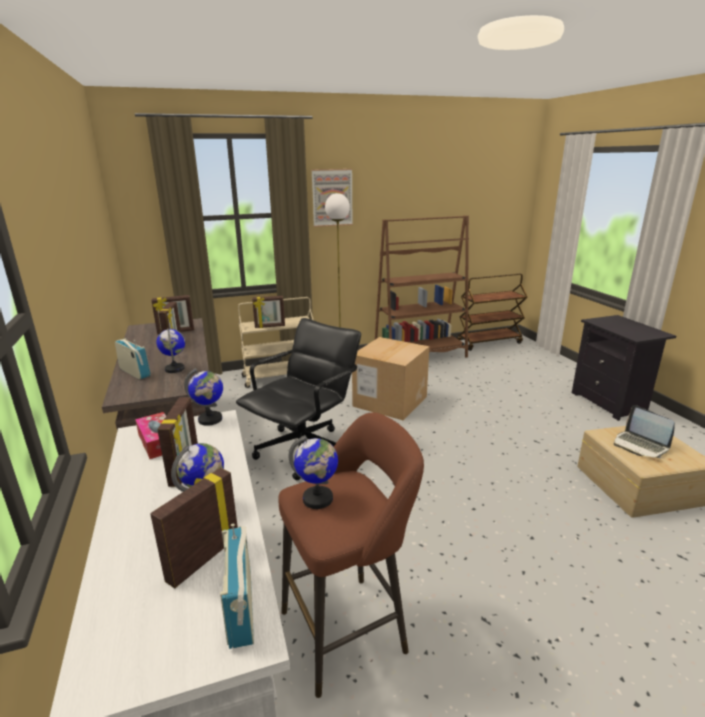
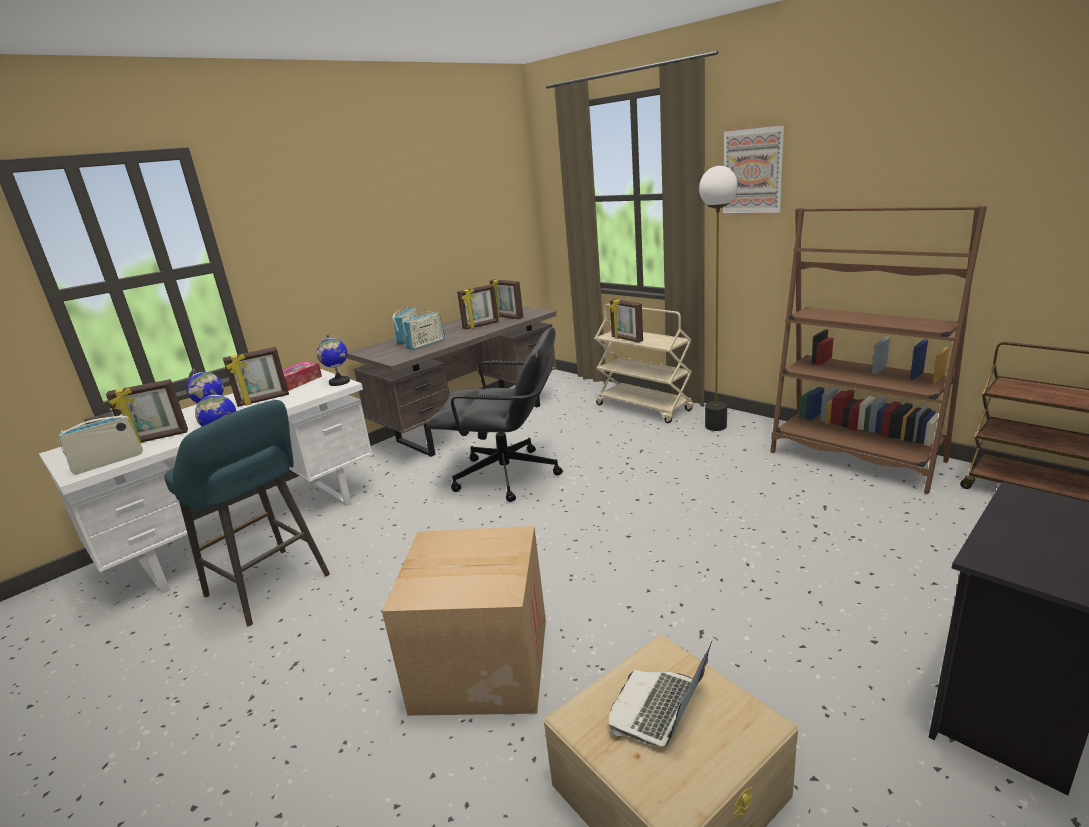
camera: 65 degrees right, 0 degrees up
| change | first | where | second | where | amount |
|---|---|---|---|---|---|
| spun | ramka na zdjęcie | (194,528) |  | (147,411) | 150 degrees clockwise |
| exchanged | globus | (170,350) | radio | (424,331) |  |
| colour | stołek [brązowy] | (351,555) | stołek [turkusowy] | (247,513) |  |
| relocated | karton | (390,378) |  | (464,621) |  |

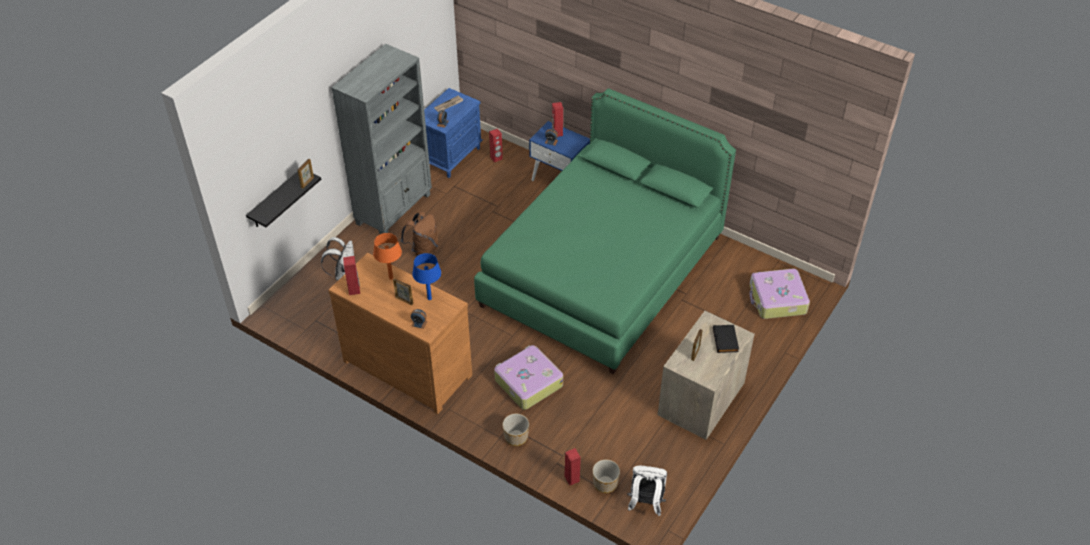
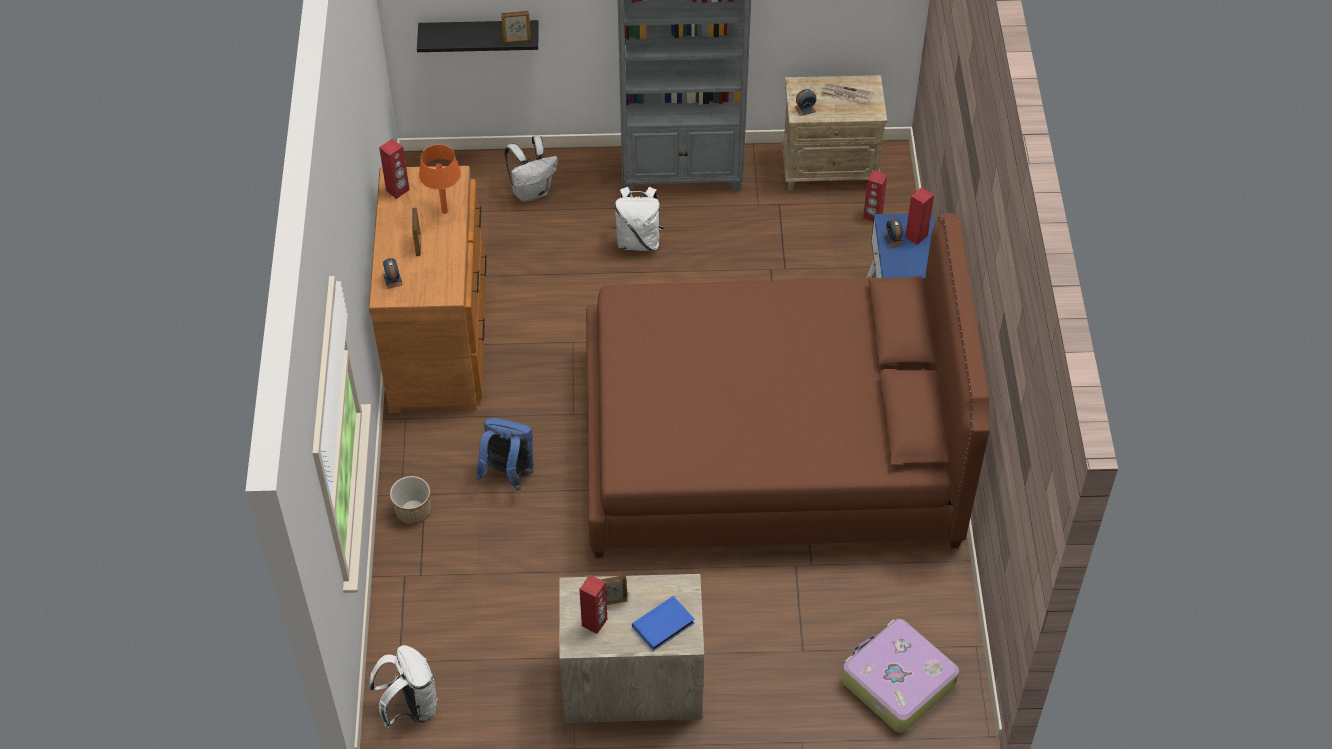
camera: 55 degrees right, 5 degrees up
| change | first | where | second | where | amount |
|---|---|---|---|---|---|
| colour | plecak [brązowy] | (420,234) | plecak [biały] | (638,219) |  |
| missing | lampa stołowa [niebieski] | (426,276) |  |  |  |
| colour | szafka nocna [niebieski] | (453,133) | szafka nocna [beżowy] | (834,133) |  |
| colour | łóżko [zielony] | (605,231) | łóżko [brązowy] | (788,385) |  |
| exchanged | walizka | (528,377) | plecak [niebieski] | (505,454) |  |
| relocated | głośnik [czerwony] | (573,466) |  | (593,604) |  |
| missing | donica | (606,476) |  |  |  |
| colour | książka [czarny] | (726,339) | książka [niebieski] | (663,623) |  |

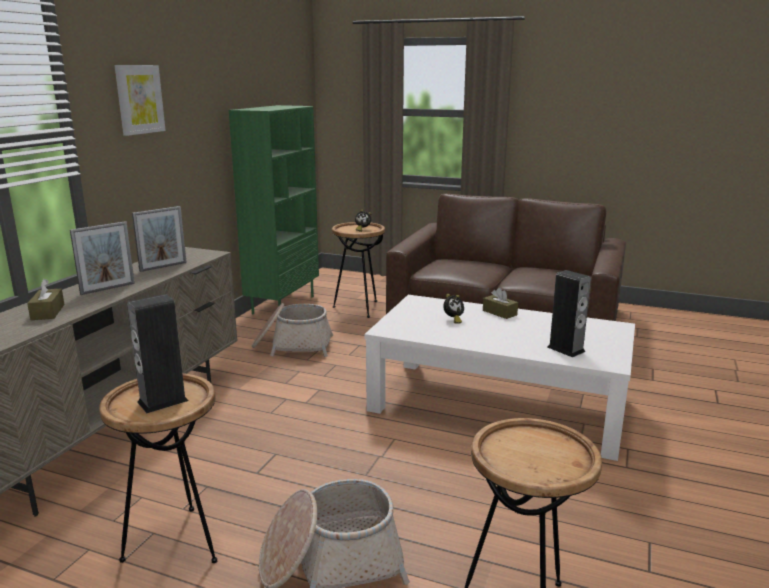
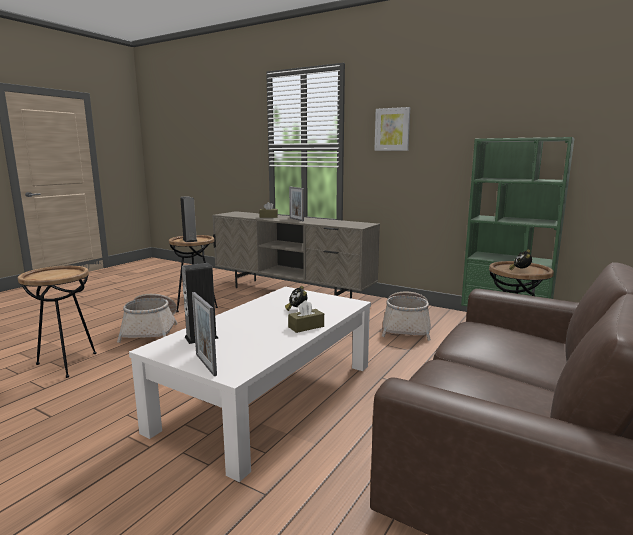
camera: 100 degrees right, 5 degrees down
| change | first | where | second | where | amount |
|---|---|---|---|---|---|
| relocated | ramka na zdjęcie | (159,239) |  | (204,334) |  |

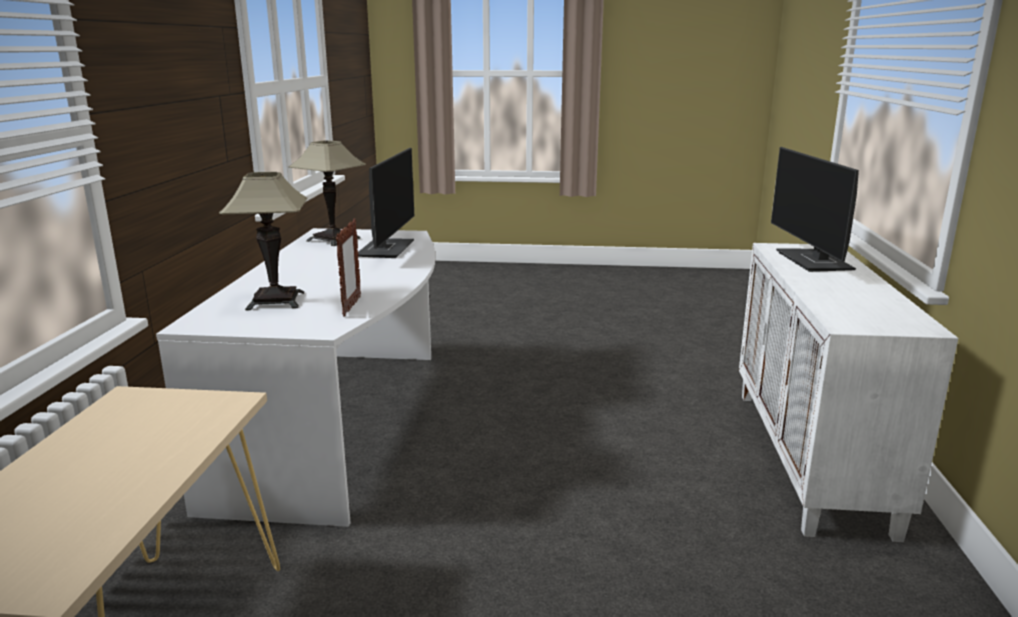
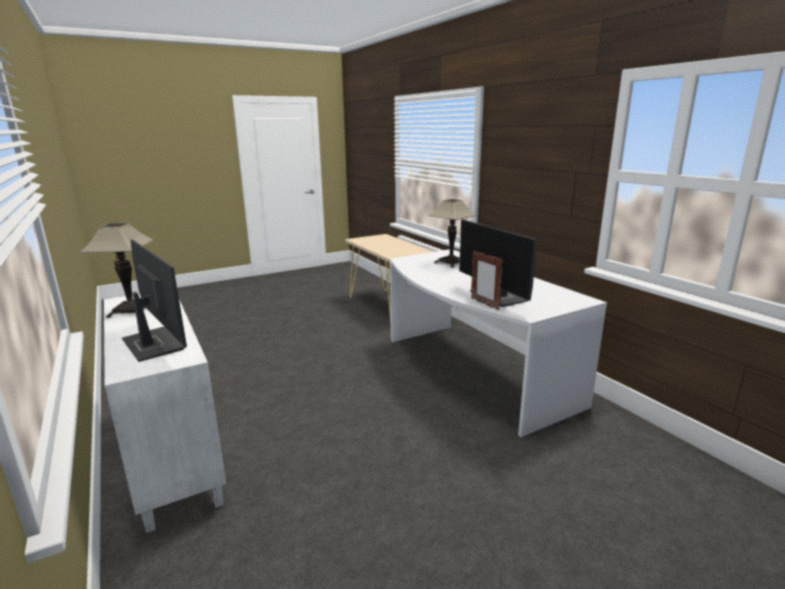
camera: 145 degrees right, 0 degrees up
| change | first | where | second | where | amount |
|---|---|---|---|---|---|
| relocated | lampa stołowa | (327,193) |  | (117,270) |  |
| relocated | ramka na zdjęcie | (348,268) |  | (487,280) |  |

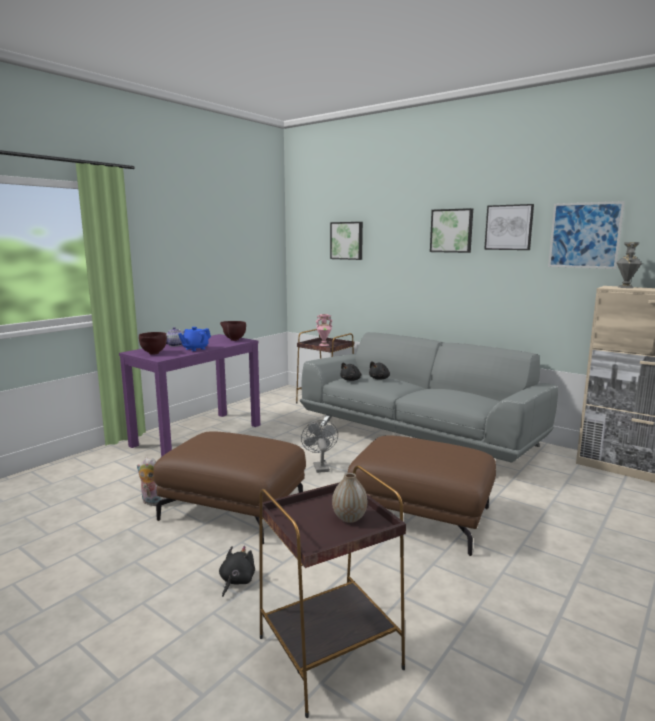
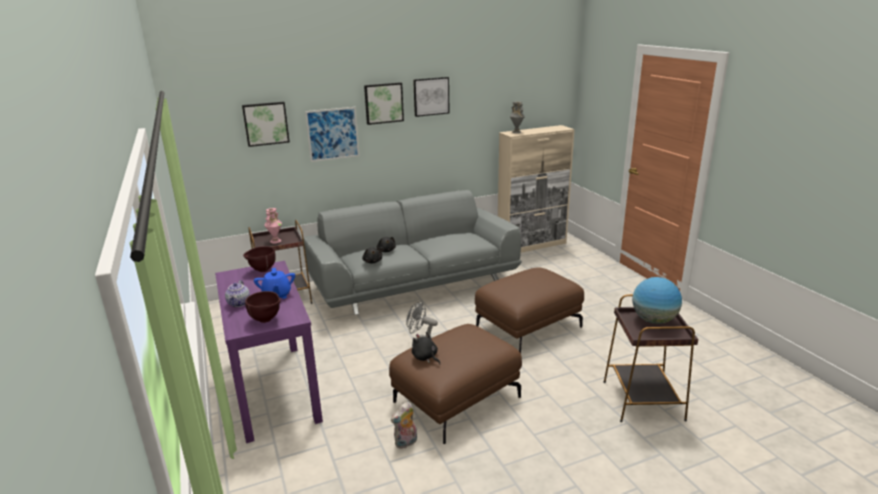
camera: 60 degrees left, 10 degrees up
| change | first | where | second | where | amount |
|---|---|---|---|---|---|
| relocated | pluszak [czarny] | (237,571) |  | (426,348) |  |
| exchanged | wazon | (349,498) | globus | (657,300) |  |
| relocated | obraz | (586,235) |  | (332,134) |  |

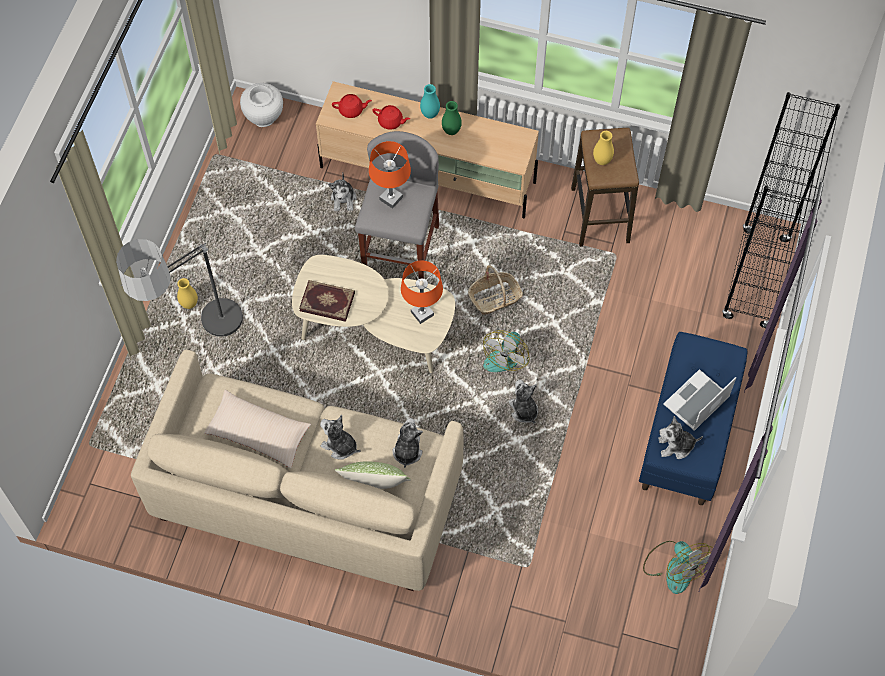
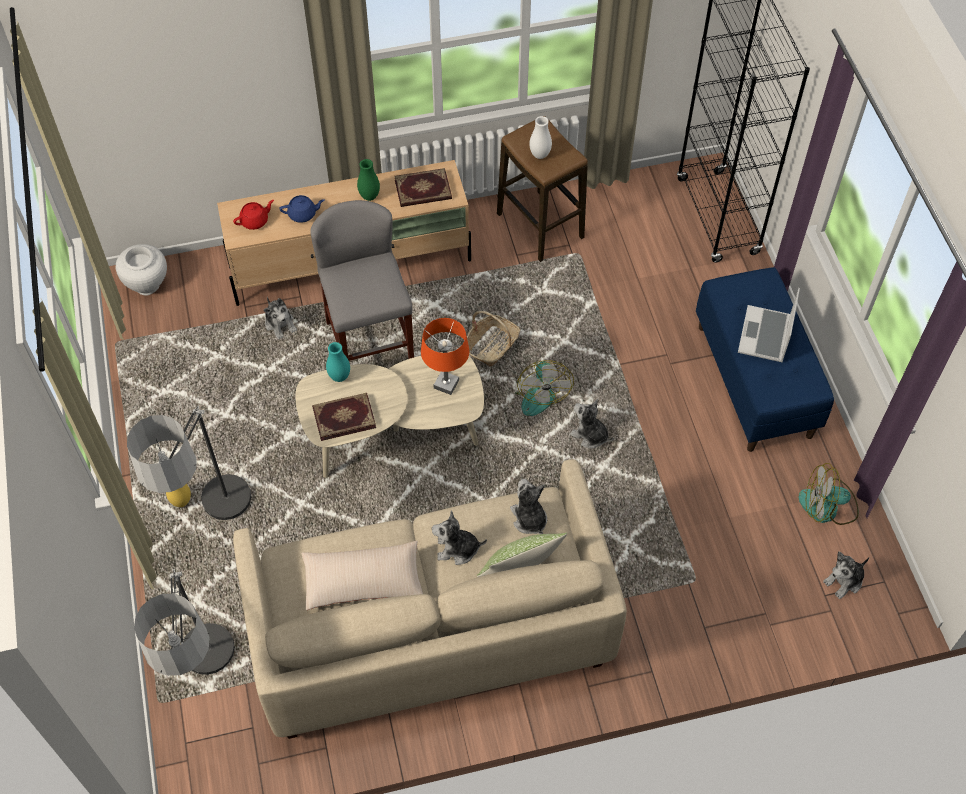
camera: 30 degrees left, 5 degrees down
| change | first | where | second | where | amount |
|---|---|---|---|---|---|
| missing | lampa stołowa [pomarańczowy] | (390,175) |  |  |  |
| colour | imbryk [czerwony] | (391,117) | imbryk [niebieski] | (302,209) |  |
| relocated | wazon [turkusowy] | (430,101) |  | (338,362) |  |
| colour | wazon [żółty] | (603,148) | wazon [biały] | (540,137) |  |
| spun | wentylator | (678,567) |  | (829,494) | 150 degrees clockwise |
| relocated | pluszak | (680,437) |  | (846,575) |  |
| appeared |  |  | lampa stojąca | (184,622) |  |
| appeared |  |  | książka | (423,187) |  |

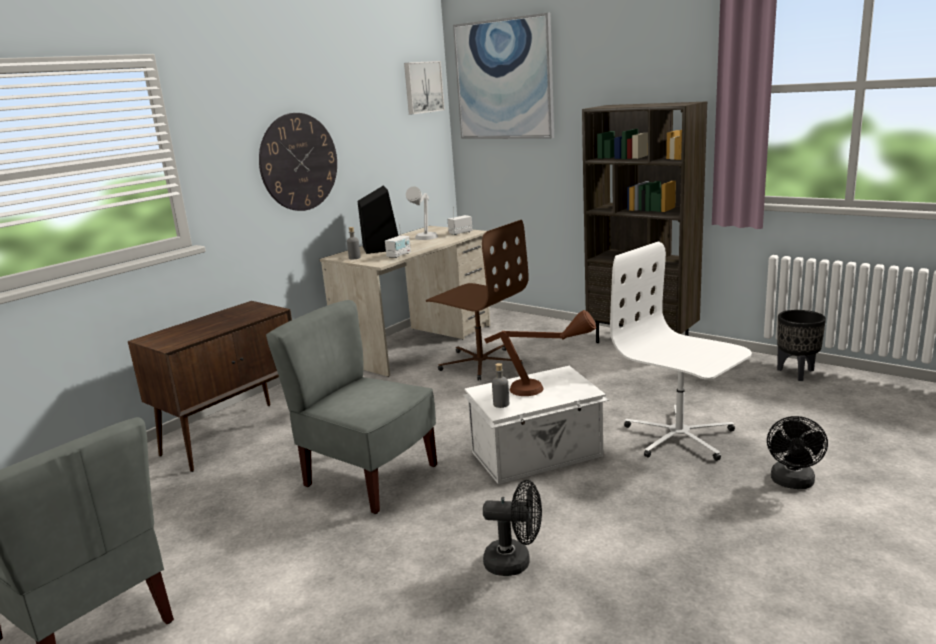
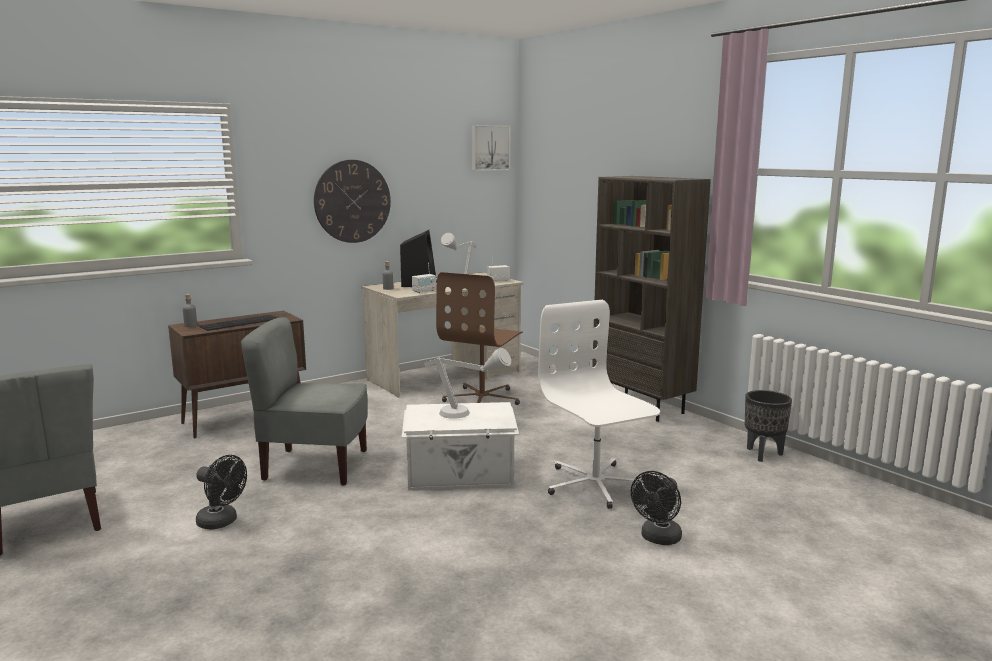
camera: 15 degrees right, 5 degrees down
| change | first | where | second | where | amount |
|---|---|---|---|---|---|
| spun | krzesło [szary] | (351,407) |  | (304,401) | 45 degrees counterclockwise |
| spun | krzesło biurowe [brązowy] | (477,300) |  | (479,338) | 60 degrees clockwise |
| missing | obraz | (503,76) |  |  |  |
| relocated | wentylator [czarny] | (512,528) |  | (221,492) |  |
| colour | lampa stołowa [brązowy] | (540,353) | lampa stołowa [szary] | (467,383) |  |
| relocated | butelka [szary] | (500,385) |  | (190,310) |  |
| appeared |  |  | klawiatura | (238,323) |  |

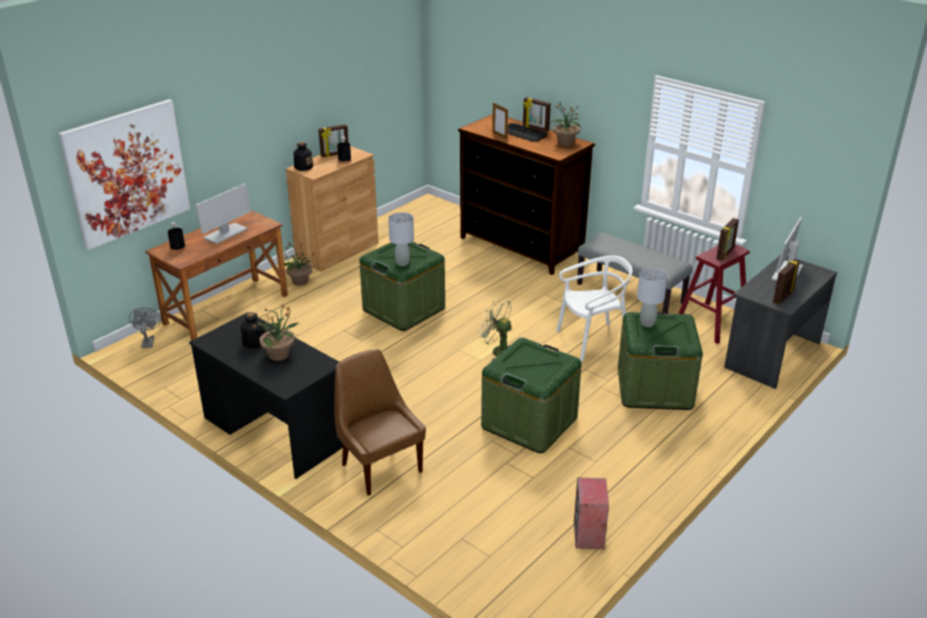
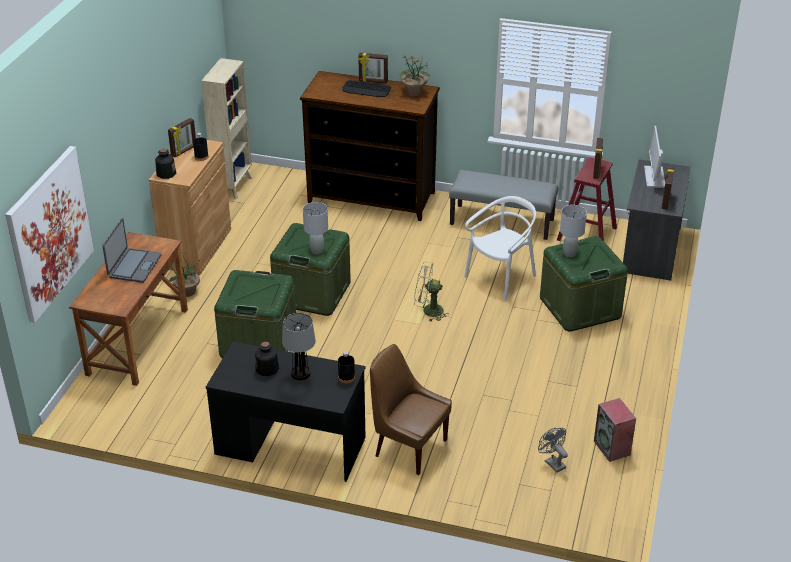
camera: 25 degrees left, 5 degrees up
| change | first | where | second | where | amount |
|---|---|---|---|---|---|
| relocated | wentylator [szary] | (145,327) |  | (553,450) |  |
| relocated | butelka [czarny] | (177,237) |  | (346,367) |  |
| exchanged | monitor | (224,213) | laptop | (132,250) |  |
| exchanged | roślina doniczkowa | (276,332) | lampa stołowa | (299,346) |  |
| relocated | pojemnik do przechowywania [zielony] | (531,395) |  | (255,314) |  |
| missing | ramka na zdjęcie | (500,121) |  |  |  |
| appeared |  |  | regał [beżowy] | (226,128) |  |

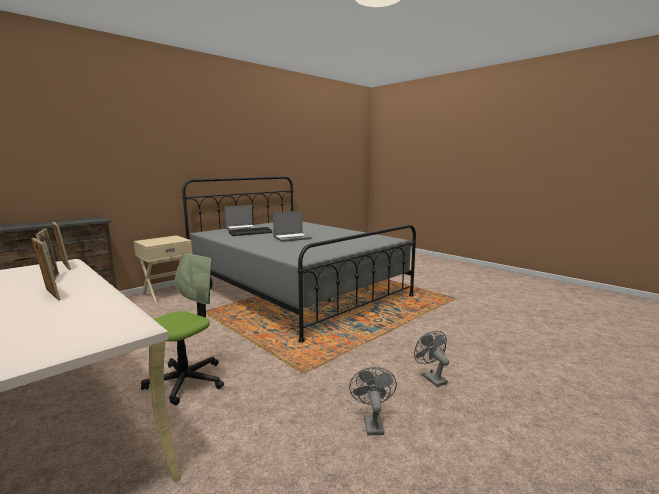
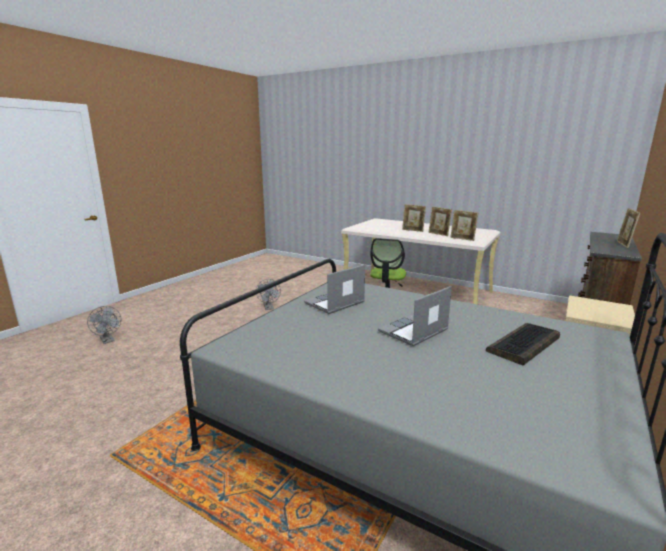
camera: 165 degrees right, 5 degrees up
| change | first | where | second | where | amount |
|---|---|---|---|---|---|
| relocated | laptop | (241,217) |  | (334,289) |  |
| relocated | wentylator [szary] | (431,359) |  | (104,325) |  |
| appeared |  |  | ramka na zdjęcie | (628,228) |  |

